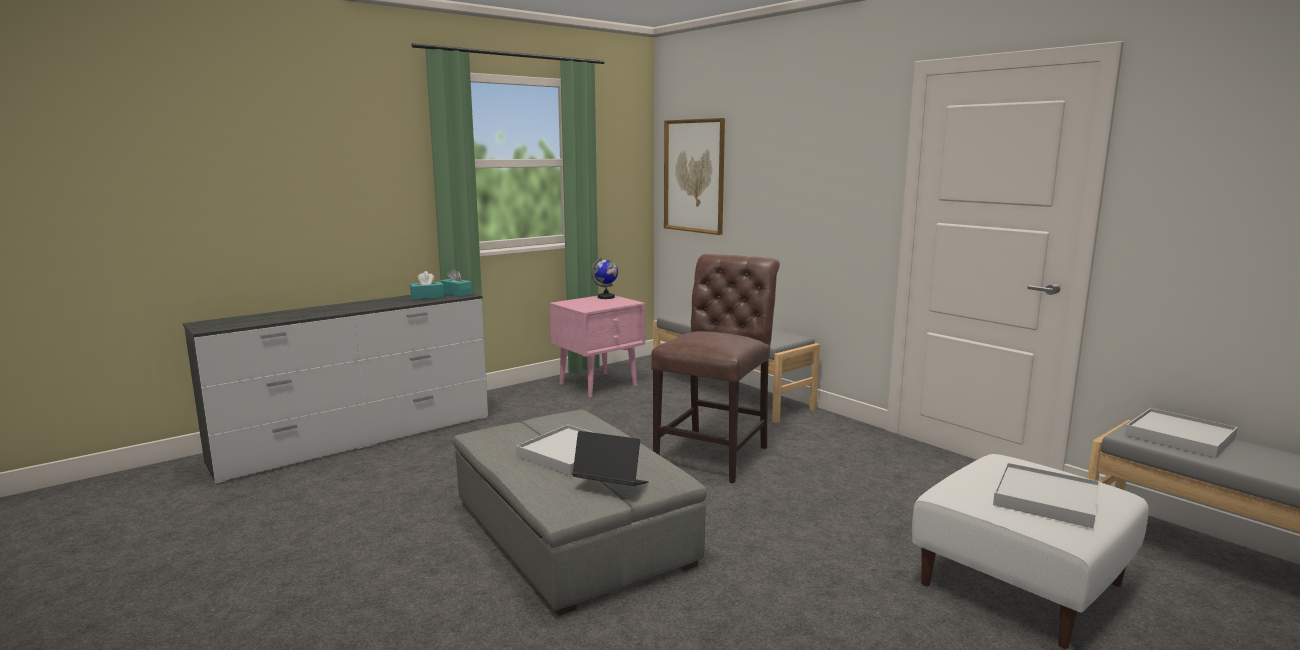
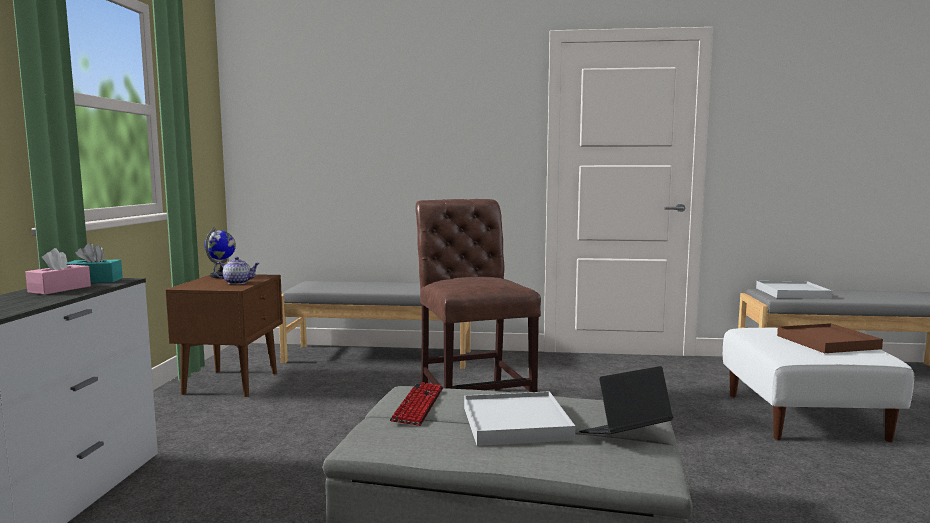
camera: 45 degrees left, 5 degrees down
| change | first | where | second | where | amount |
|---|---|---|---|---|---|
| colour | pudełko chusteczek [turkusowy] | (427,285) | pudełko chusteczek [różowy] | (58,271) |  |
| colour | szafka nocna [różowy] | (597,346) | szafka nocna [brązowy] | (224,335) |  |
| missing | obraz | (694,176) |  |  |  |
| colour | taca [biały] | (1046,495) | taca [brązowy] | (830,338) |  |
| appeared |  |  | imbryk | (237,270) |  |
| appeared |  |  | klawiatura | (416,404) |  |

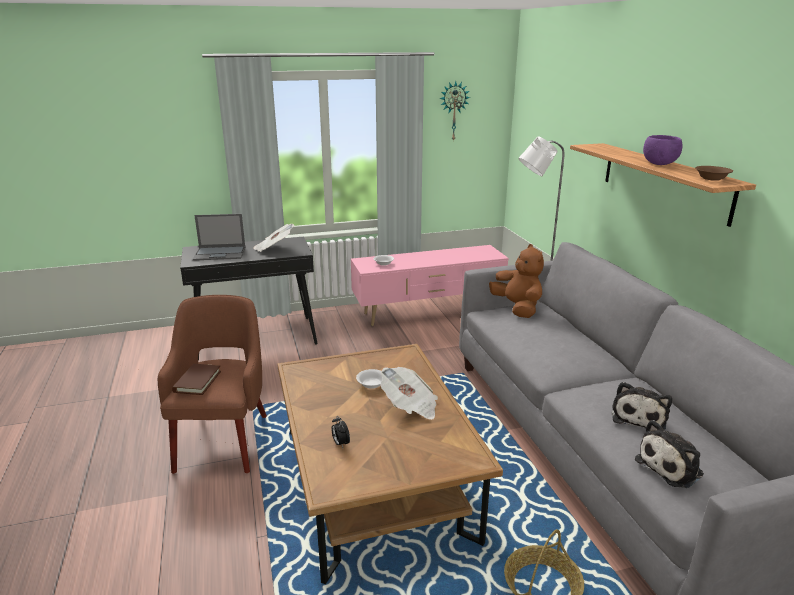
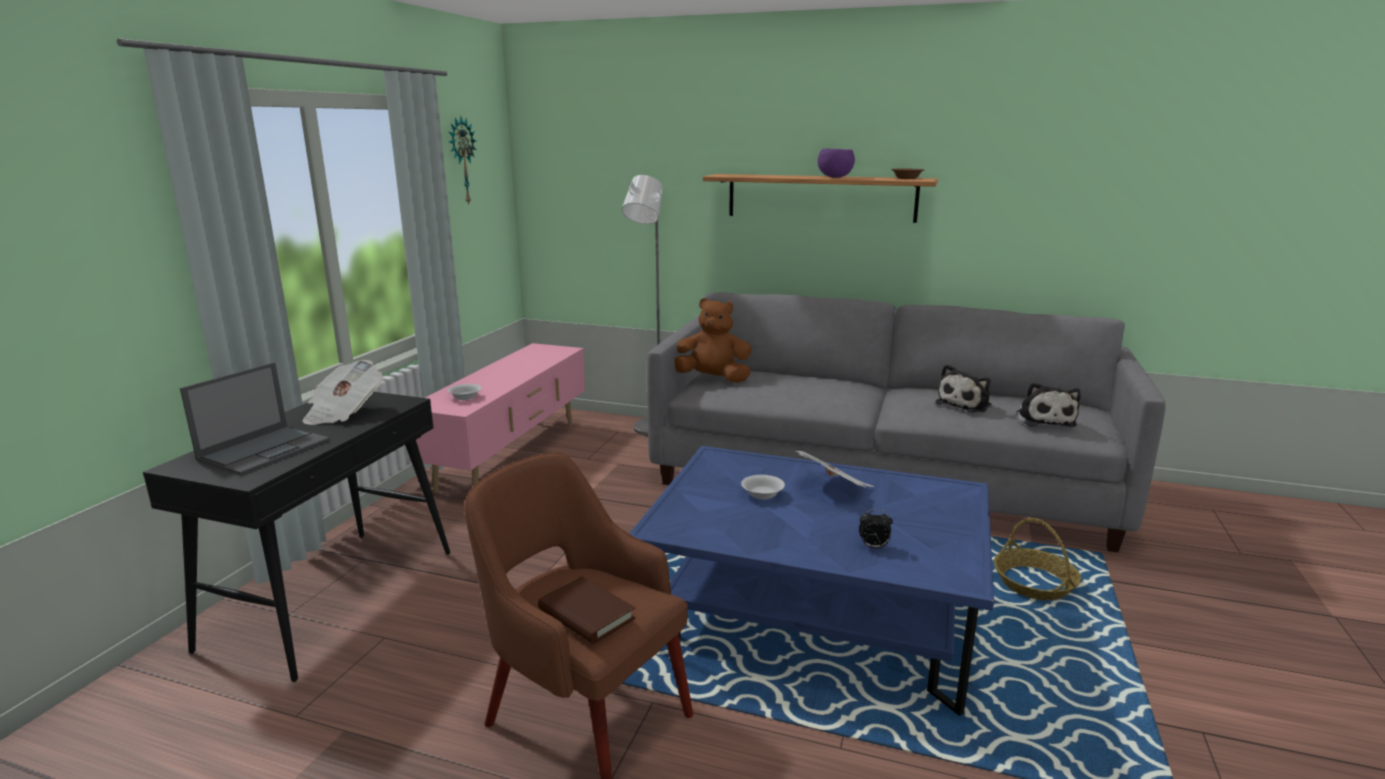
camera: 55 degrees left, 5 degrees down
| change | first | where | second | where | amount |
|---|---|---|---|---|---|
| colour | ława [brązowy] | (390,464) | ława [niebieski] | (811,581) |  |
| spun | pluszak | (641,406) |  | (963,388) | 75 degrees clockwise |

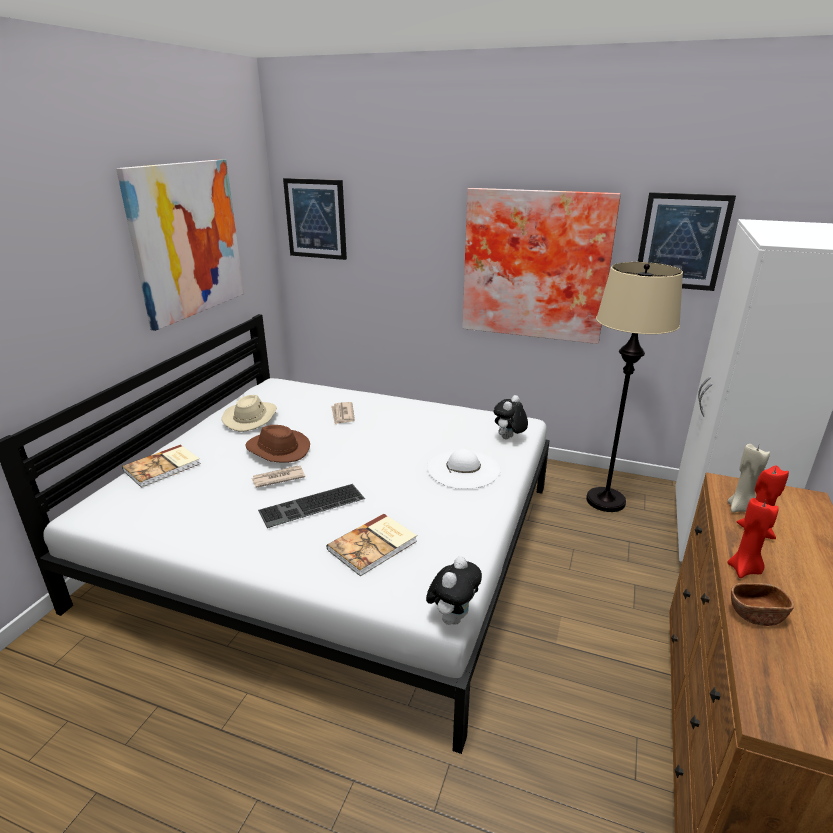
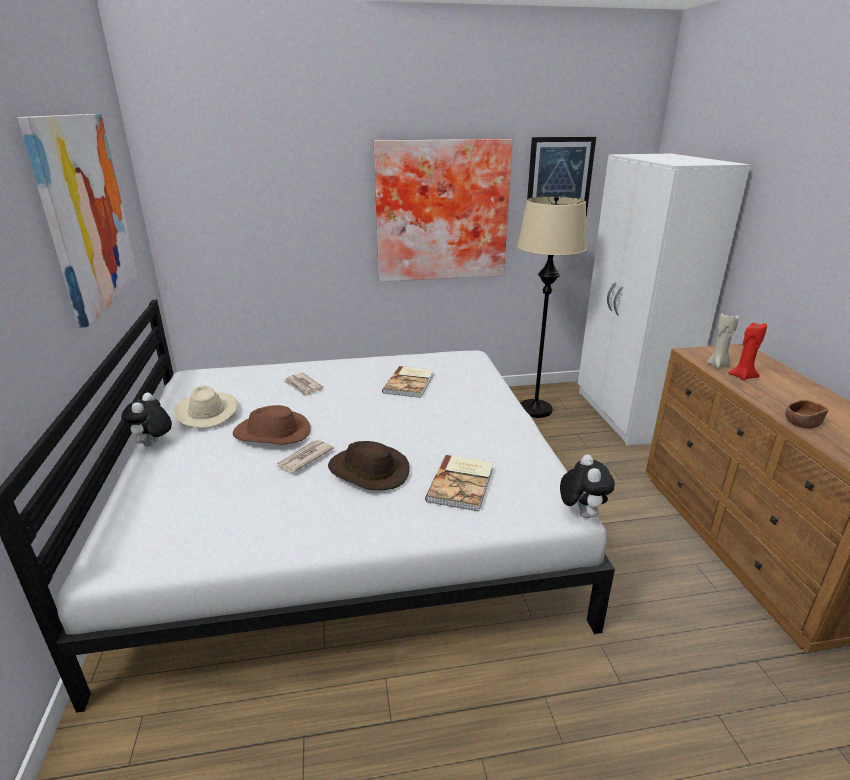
camera: 30 degrees left, 0 degrees up
| change | first | where | second | where | amount |
|---|---|---|---|---|---|
| relocated | książka | (161,466) |  | (408,382) |  |
| exchanged | klawiatura | (311,506) | kapelusz [brązowy] | (369,465) |  |
| missing | obraz | (315,219) |  |  |  |
| missing | kapelusz [biały] | (464,469) |  |  |  |
| relocated | pluszak | (511,417) |  | (146,419) |  |
| missing | świeca [czerwony] | (753,538) |  |  |  |

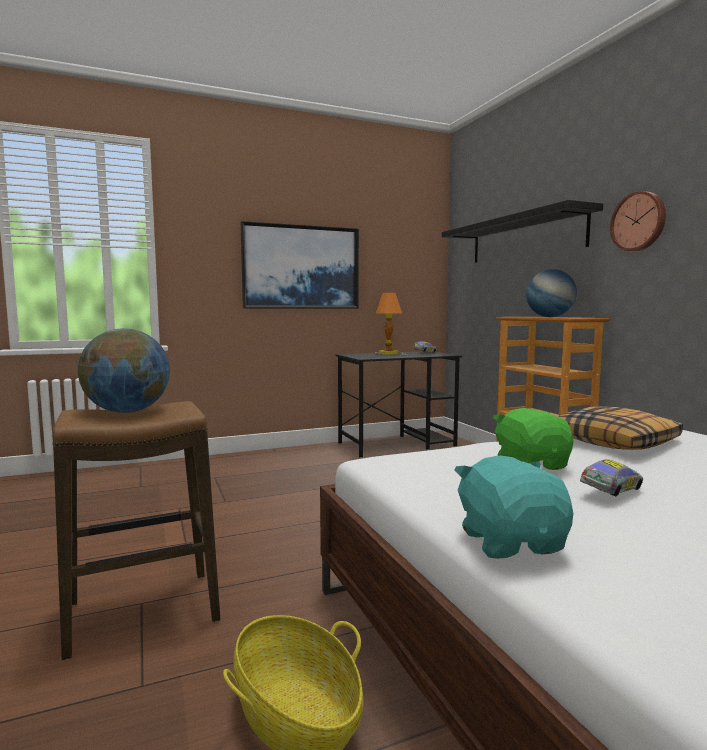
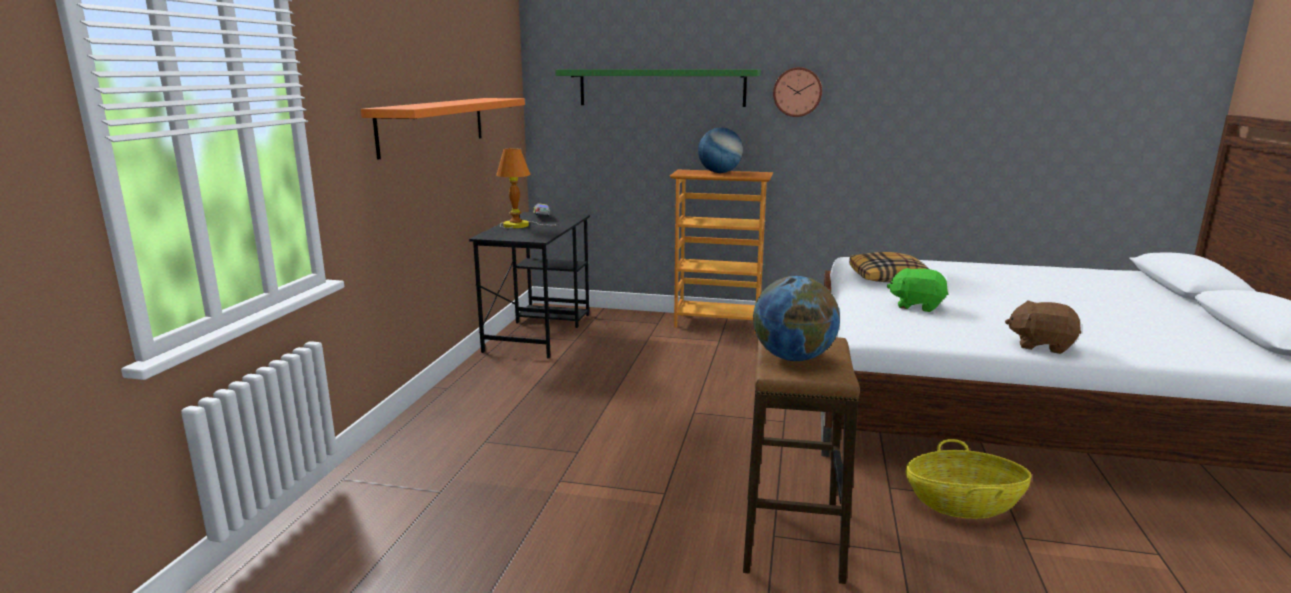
camera: 55 degrees left, 10 degrees up
| change | first | where | second | where | amount |
|---|---|---|---|---|---|
| exchanged | obraz | (300,265) | półka [pomarańczowy] | (443,129) |  |
| colour | półka [czarny] | (522,231) | półka [zielony] | (658,88) |  |
| colour | pluszak [turkusowy] | (513,507) | pluszak [brązowy] | (1043,327) |  |
| missing | samochodzik | (611,477) |  |  |  |

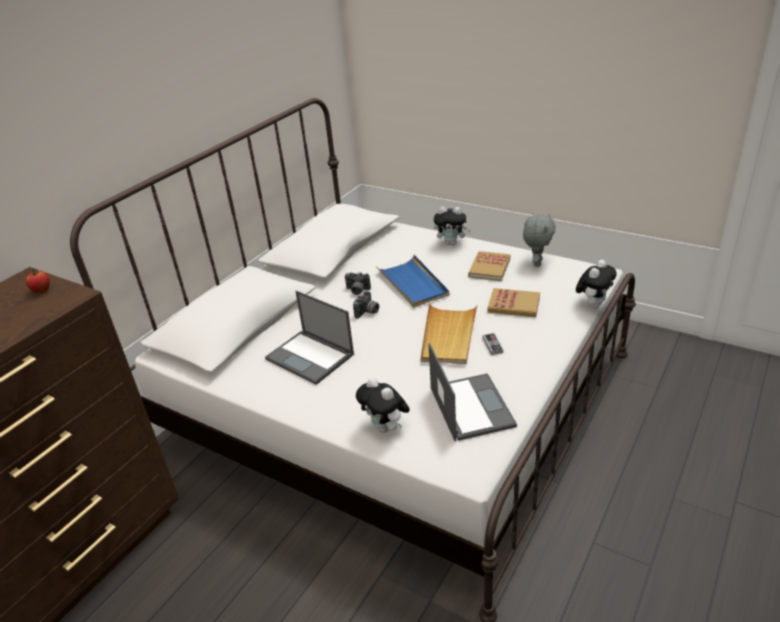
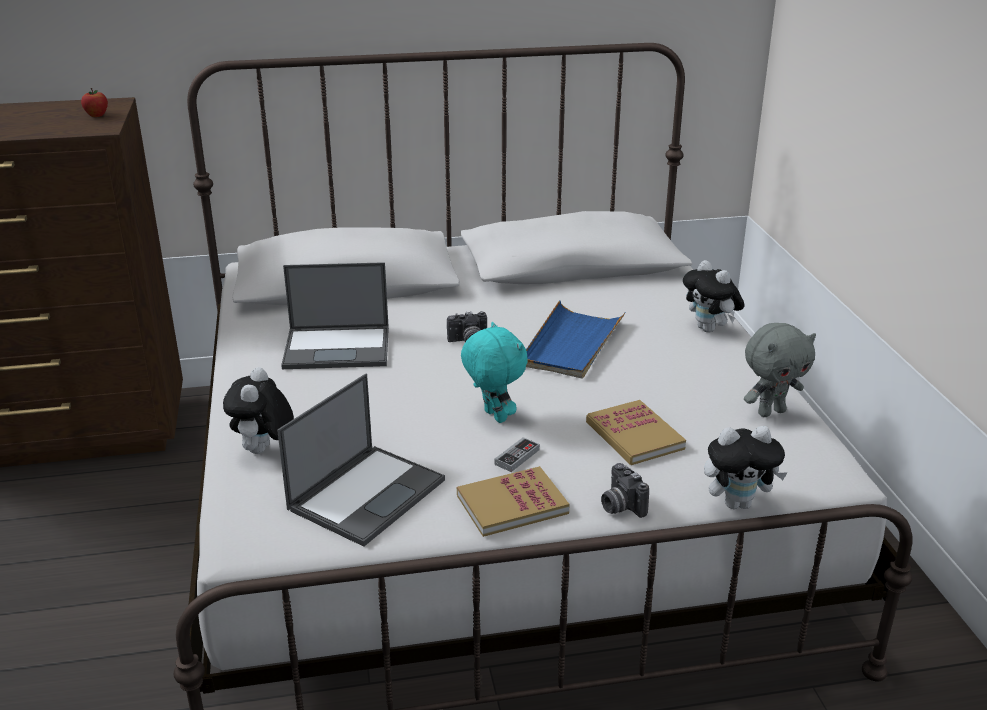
camera: 45 degrees right, 5 degrees down
| change | first | where | second | where | amount |
|---|---|---|---|---|---|
| spun | laptop | (309,338) |  | (335,315) | 90 degrees counterclockwise |
| relocated | aparat fotograficzny | (358,283) |  | (625,490) |  |
| exchanged | taca [beżowy] | (449,333) | pluszak [turkusowy] | (494,372) |  |
| relocated | książka | (489,266) |  | (513,501) |  |

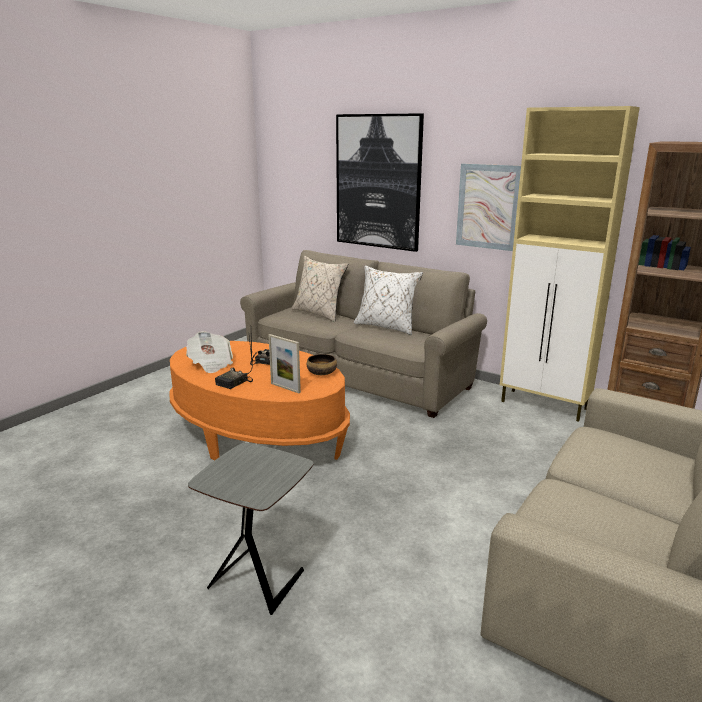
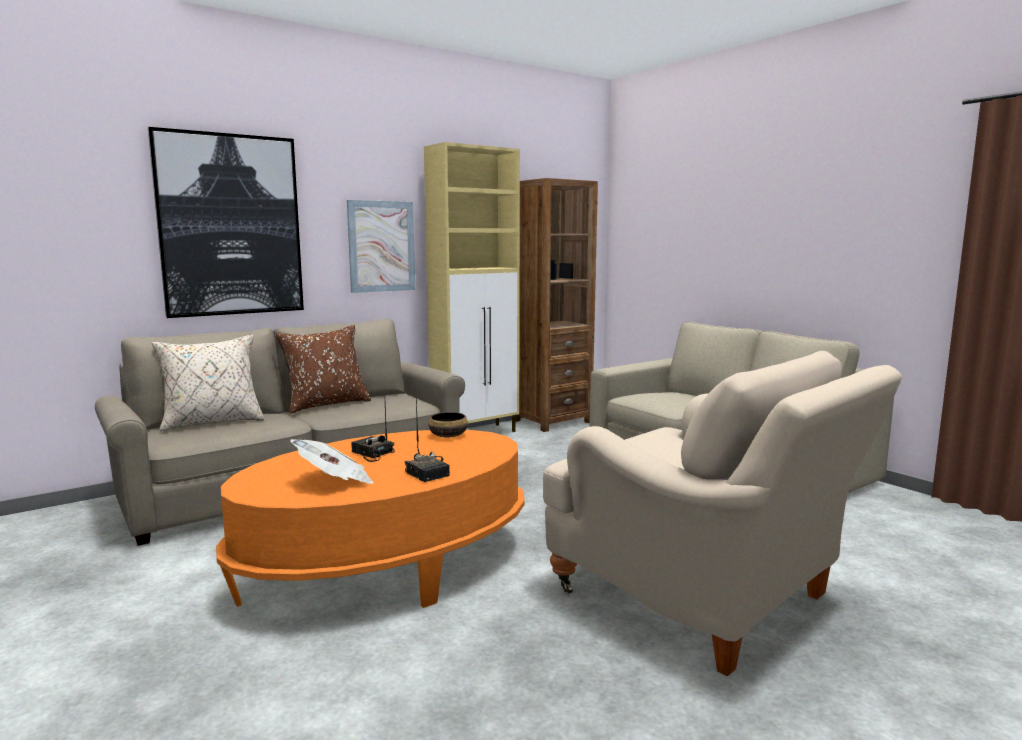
camera: 70 degrees left, 10 degrees down
| change | first | where | second | where | amount |
|---|---|---|---|---|---|
| exchanged | stolik [szary] | (250,529) | fotel [beżowy] | (722,513) |  |
| missing | ramka na zdjęcie | (285,363) |  |  |  |
| colour | poduszka [biały] | (388,300) | poduszka [brązowy] | (323,369) |  |

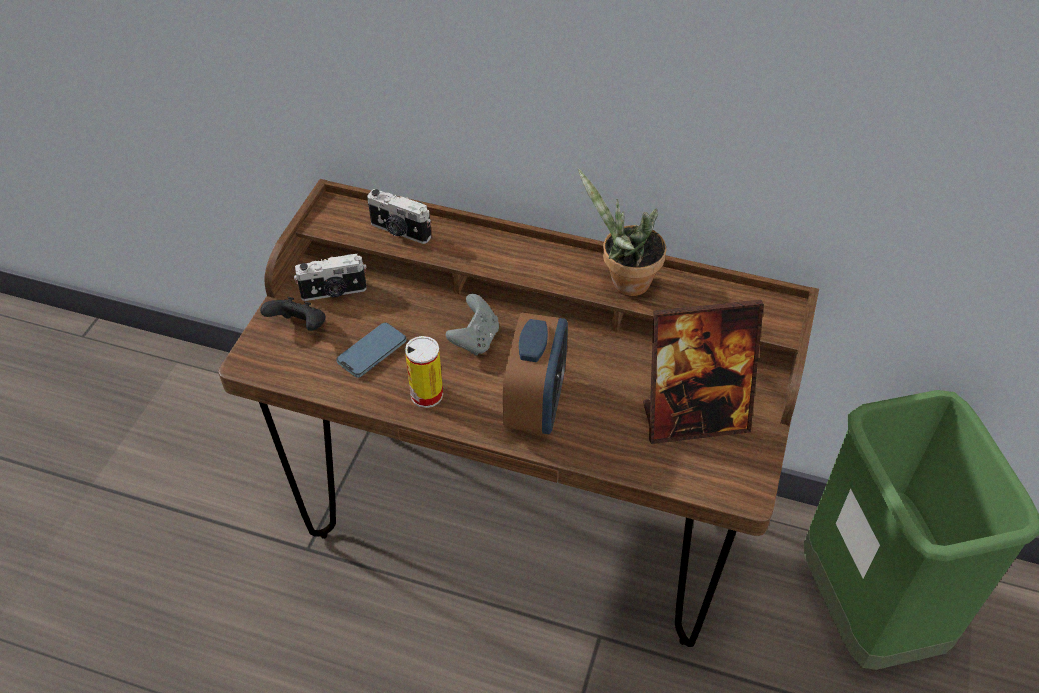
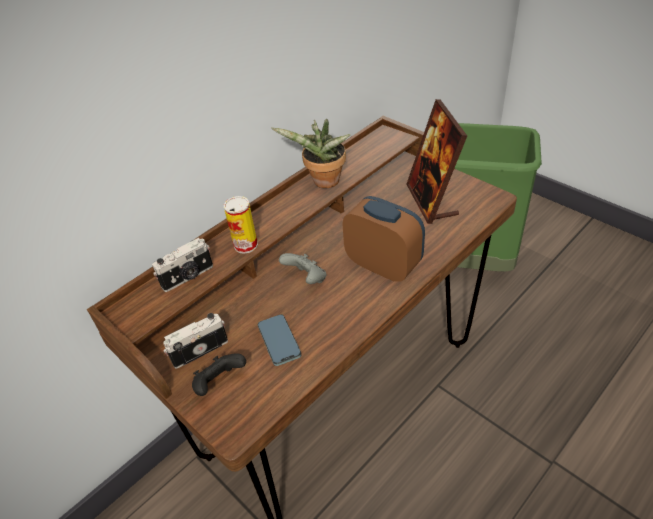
camera: 60 degrees left, 5 degrees down
| change | first | where | second | where | amount |
|---|---|---|---|---|---|
| spun | aparat fotograficzny | (330,277) |  | (195,341) | 135 degrees counterclockwise |
| relocated | puszka | (424,372) |  | (241,225) |  |
| spun | ramka na zdjęcie | (703,372) |  | (436,161) | 150 degrees clockwise |

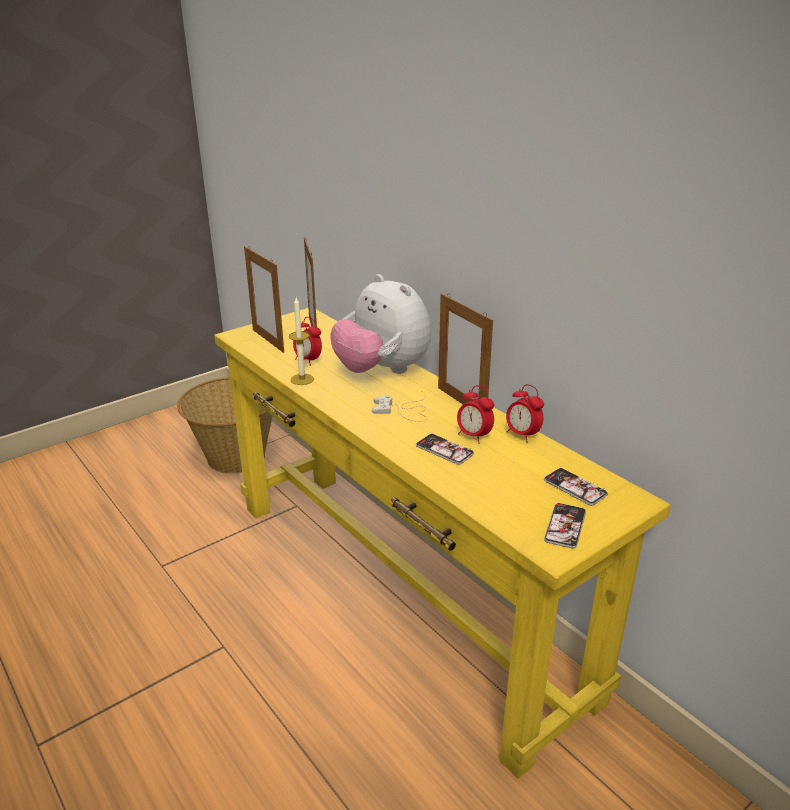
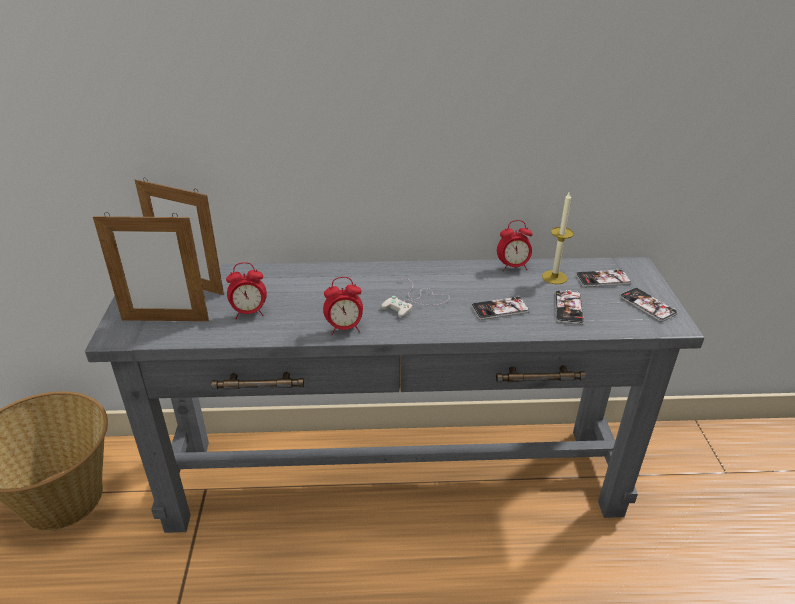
camera: 55 degrees left, 5 degrees up
| change | first | where | second | where | amount |
|---|---|---|---|---|---|
| colour | stolik konsolowy [żółty] | (442,543) | stolik konsolowy [szary] | (394,395) |  |
| relocated | świeca | (301,341) |  | (558,238) |  |
| missing | pluszak | (381,324) |  |  |  |
| missing | ramka na zdjęcie | (465,348) |  |  |  |
| relocated | budzik | (475,414) |  | (343,306) |  |
| appeared |  |  | telefon | (569,307) |  |

